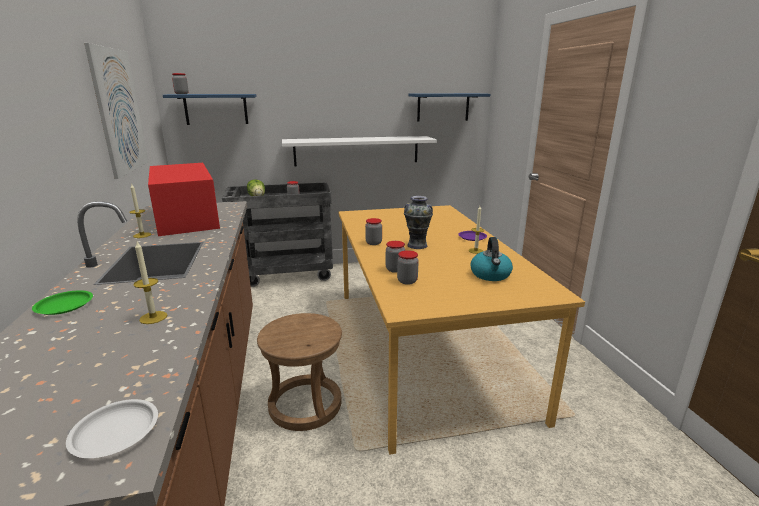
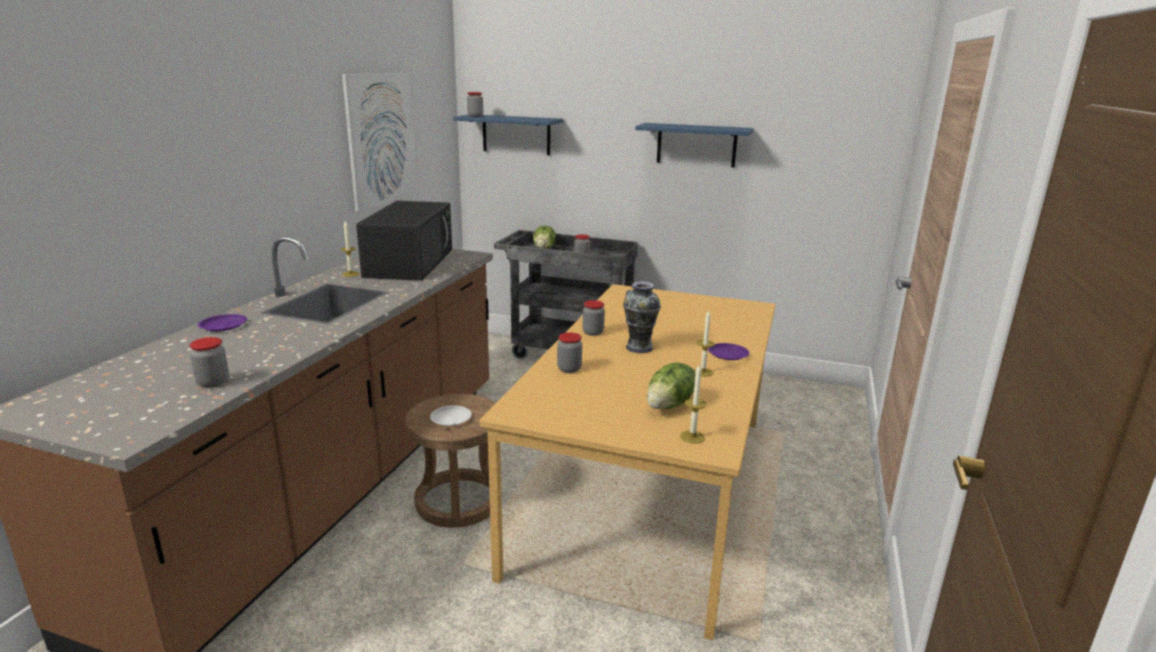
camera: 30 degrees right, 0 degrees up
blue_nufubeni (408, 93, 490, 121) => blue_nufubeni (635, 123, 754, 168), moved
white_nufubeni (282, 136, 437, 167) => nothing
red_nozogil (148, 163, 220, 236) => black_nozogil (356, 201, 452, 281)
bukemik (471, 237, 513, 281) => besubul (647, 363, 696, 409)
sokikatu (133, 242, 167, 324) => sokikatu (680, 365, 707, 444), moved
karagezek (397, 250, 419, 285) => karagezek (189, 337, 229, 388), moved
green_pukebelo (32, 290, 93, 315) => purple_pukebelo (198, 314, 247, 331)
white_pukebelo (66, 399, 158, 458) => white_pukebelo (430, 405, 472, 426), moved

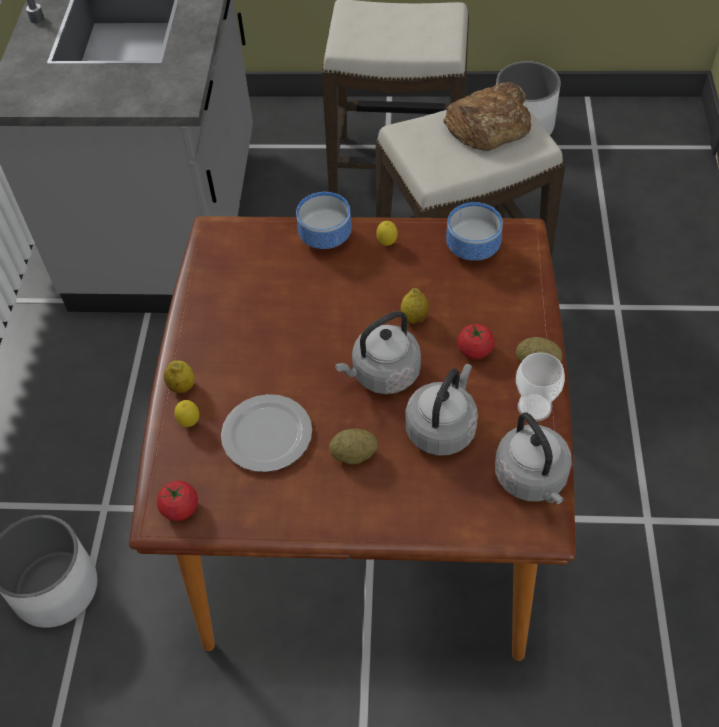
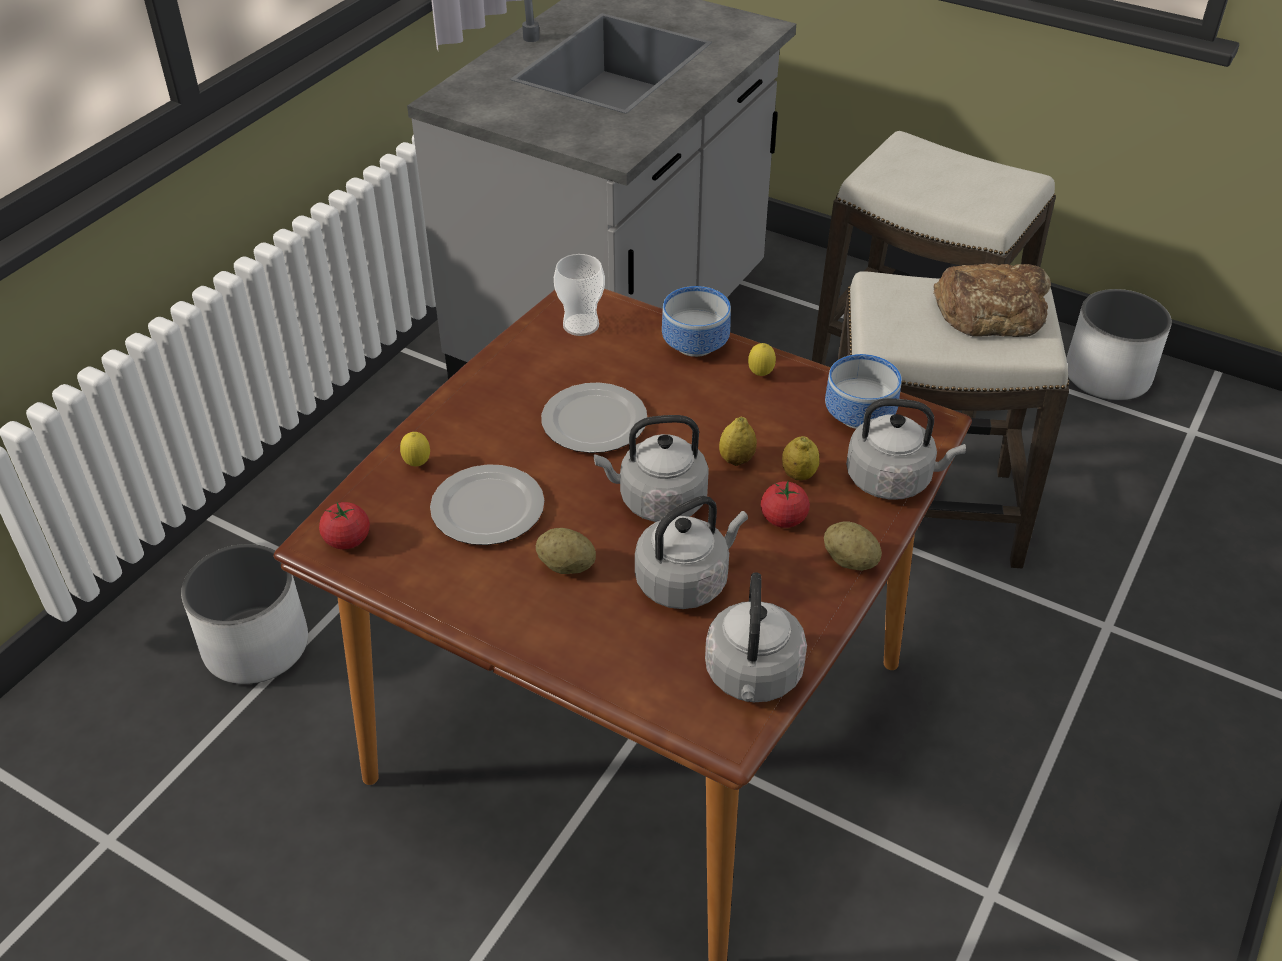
camera: 25 degrees right, 10 degrees down
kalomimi (516, 352, 565, 422) => kalomimi (554, 254, 605, 336), moved
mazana (164, 360, 195, 393) => mazana (782, 436, 819, 480), moved
nothing => pukebelo (541, 382, 647, 453)
nothing => grey_bukemik (846, 398, 966, 500)

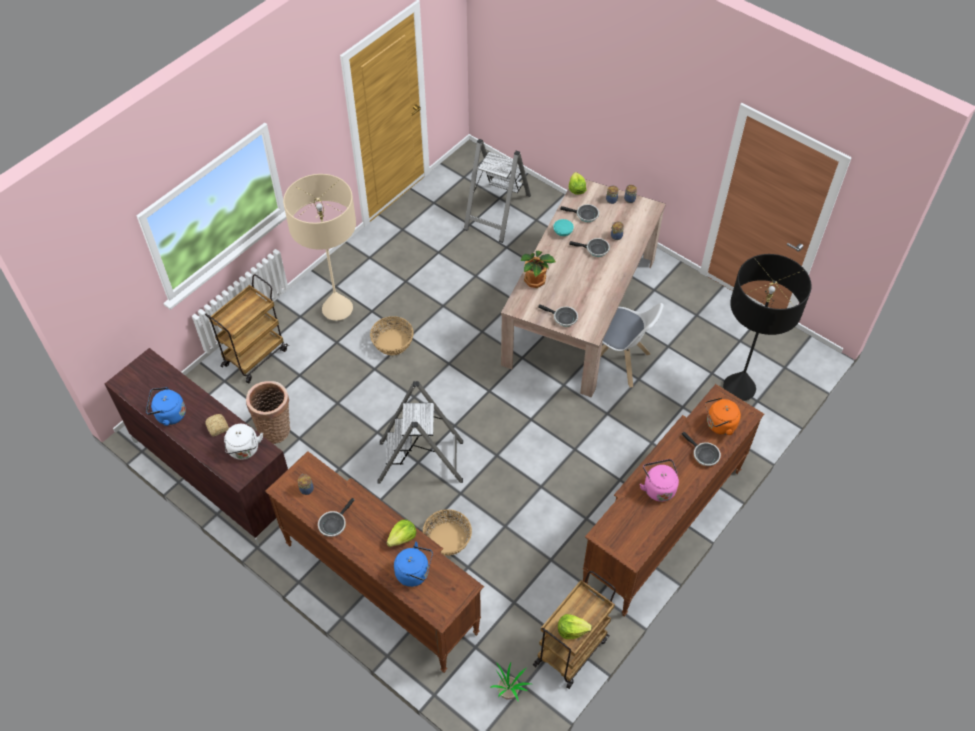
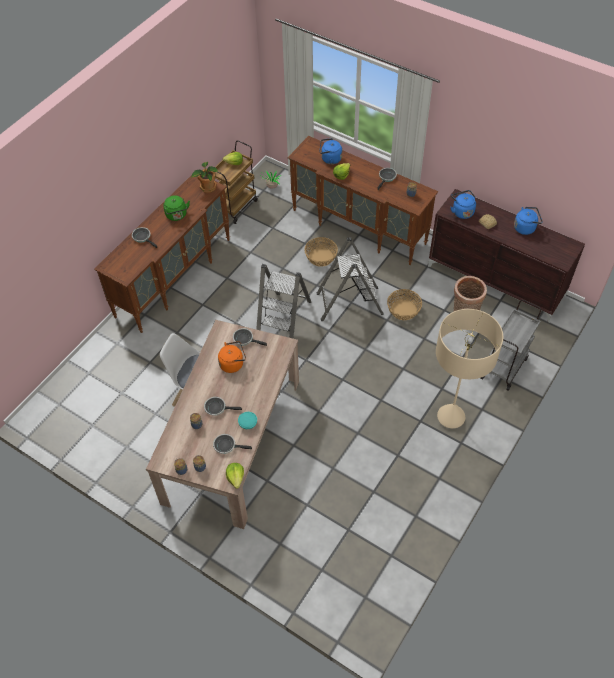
camera: 175 degrees right, 0 degrees up
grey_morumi (463, 139, 531, 243) => grey_morumi (256, 264, 312, 338), moved
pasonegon (521, 250, 556, 288) => pasonegon (191, 162, 218, 193), moved
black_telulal (723, 254, 811, 401) => nothing
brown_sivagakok (205, 274, 288, 383) => grey_sivagakok (481, 300, 541, 391)
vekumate (370, 316, 414, 355) => vekumate (387, 289, 422, 320), moved
orange_bukemik (705, 397, 741, 435) => orange_bukemik (218, 341, 246, 373), moved
white_bukemik (224, 424, 263, 460) => blue_bukemik (451, 190, 476, 219)
pink_bukemik (640, 459, 679, 502) => green_bukemik (163, 195, 190, 221)

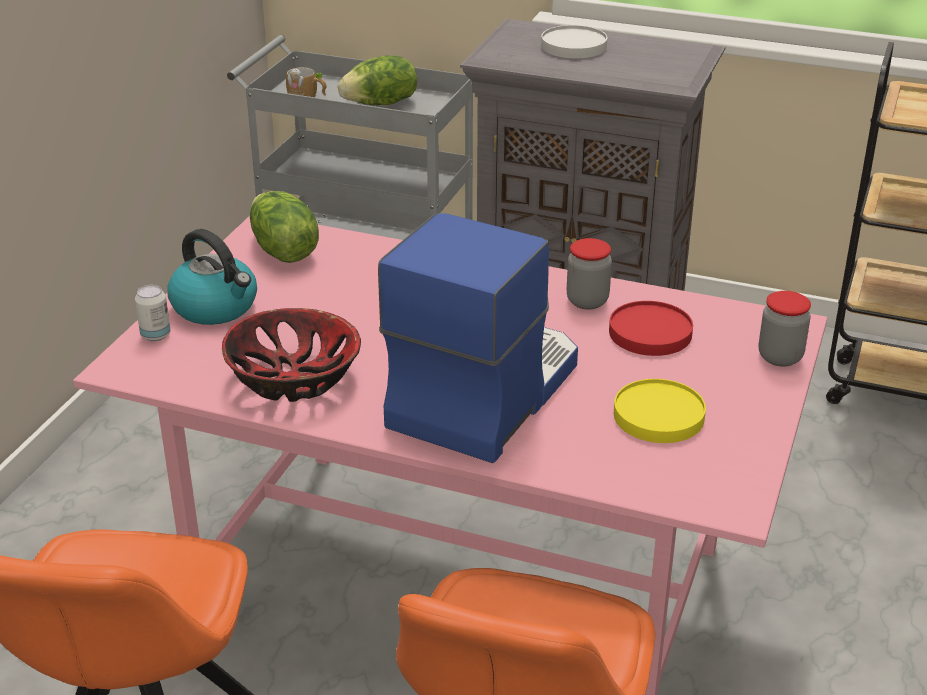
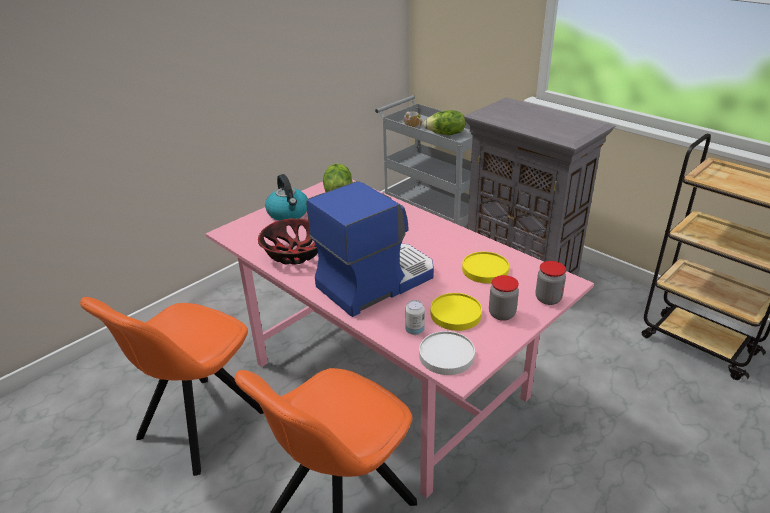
camera: 25 degrees right, 0 degrees up
white_pukebelo (541, 25, 607, 58) => white_pukebelo (419, 331, 475, 375), moved
karagezek (567, 238, 612, 310) => karagezek (489, 275, 519, 321), moved
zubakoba (135, 285, 171, 341) => zubakoba (405, 300, 425, 335), moved
red_pukebelo (609, 301, 693, 356) => yellow_pukebelo (462, 252, 509, 283)

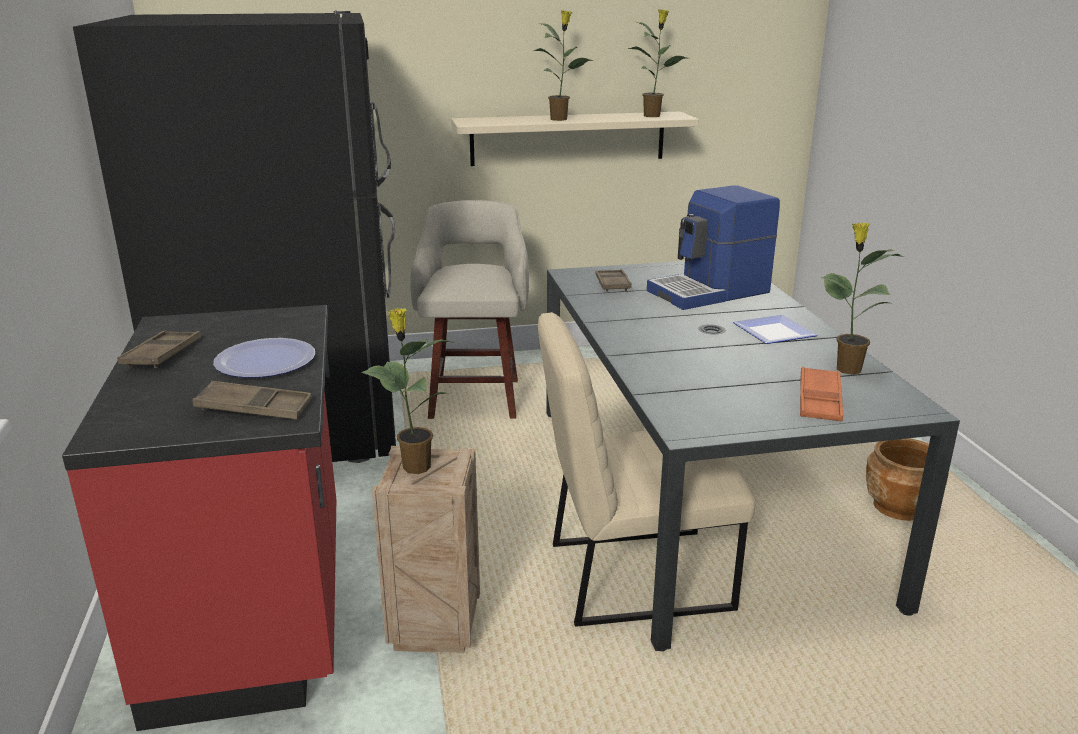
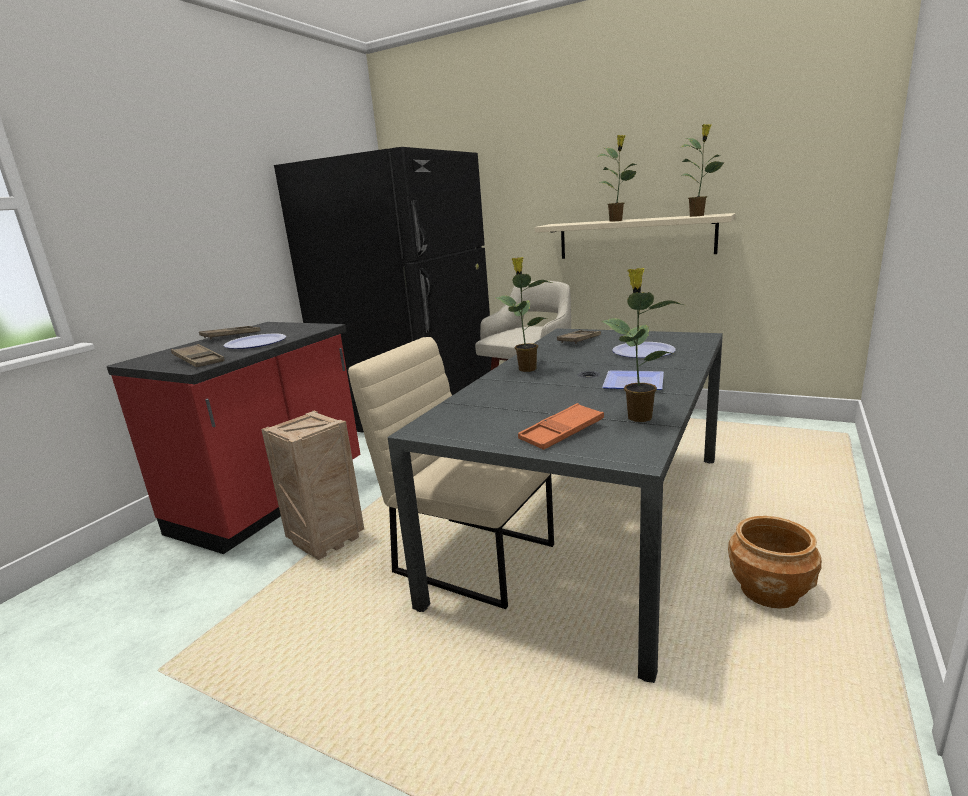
camera: 40 degrees right, 5 degrees down
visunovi (647, 185, 780, 310) => pukebelo (612, 342, 676, 358)
pasonegon (361, 308, 451, 474) => pasonegon (496, 257, 552, 372), moved

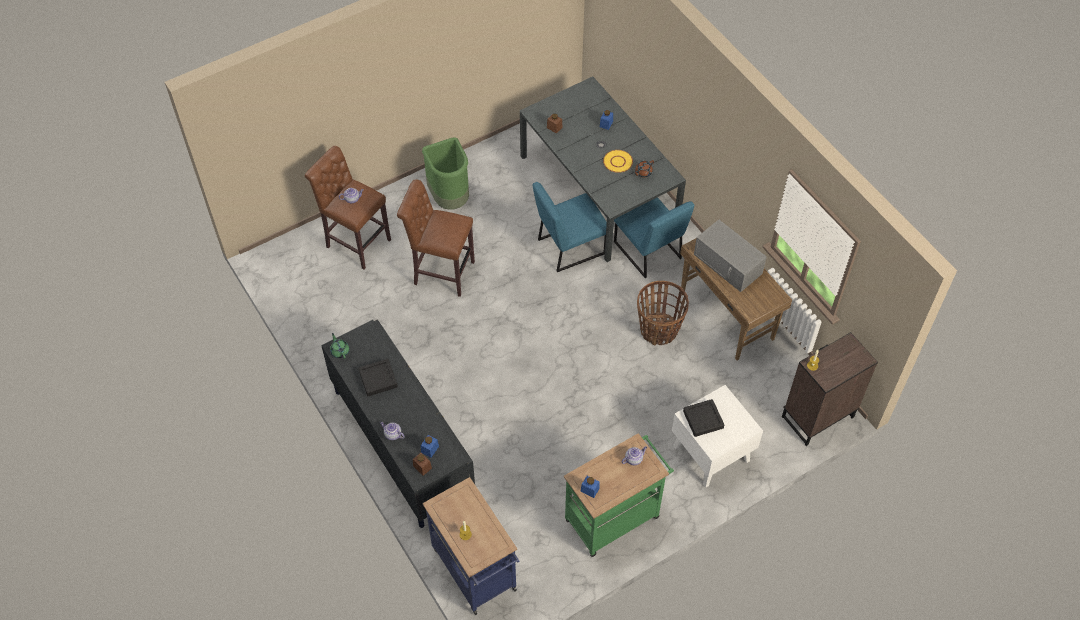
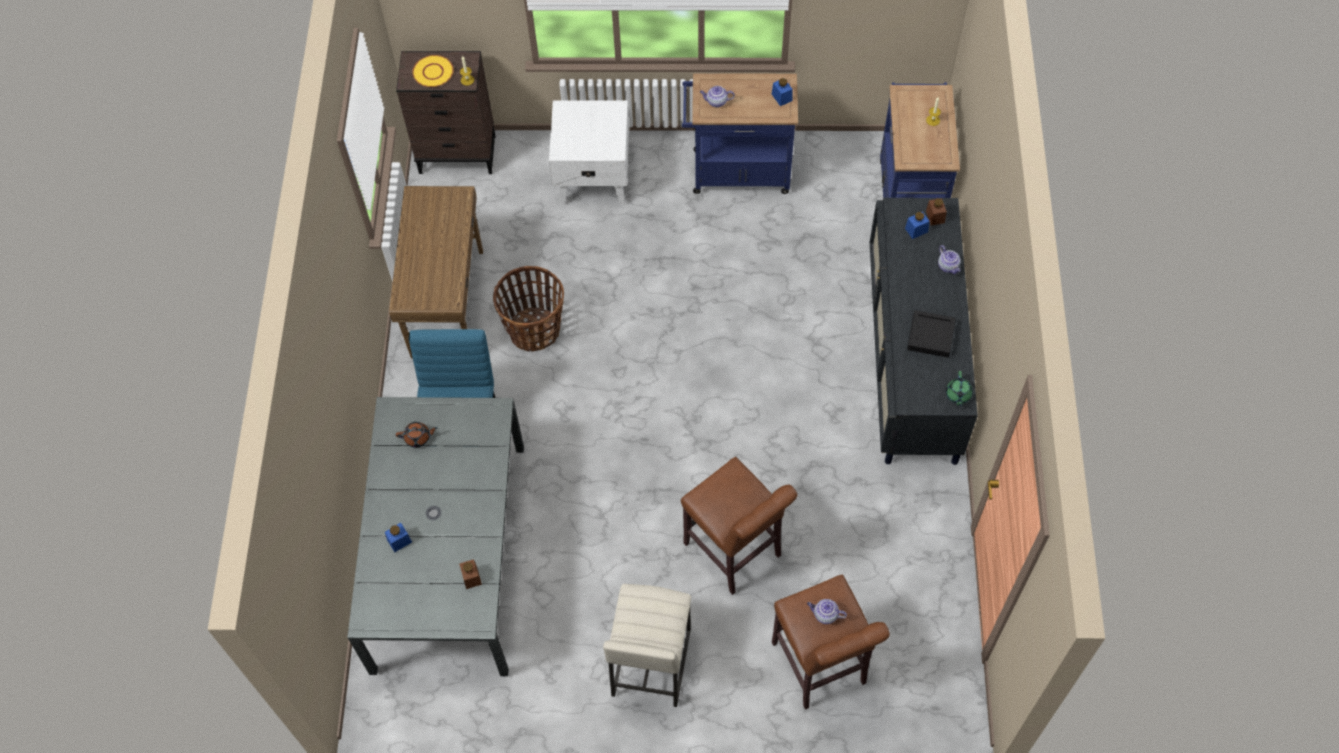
camera: 145 degrees left, 5 degrees up
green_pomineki (422, 137, 469, 210) => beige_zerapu (603, 584, 691, 707)
yellow_pukebelo (603, 150, 633, 173) => yellow_pukebelo (412, 55, 454, 87), moved
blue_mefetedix (533, 182, 607, 272) => nothing
grey_nozogil (694, 220, 767, 292) => nothing
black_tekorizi (683, 399, 724, 437) => nothing
green_sivagakok (564, 433, 674, 557) => blue_sivagakok (682, 74, 798, 194)

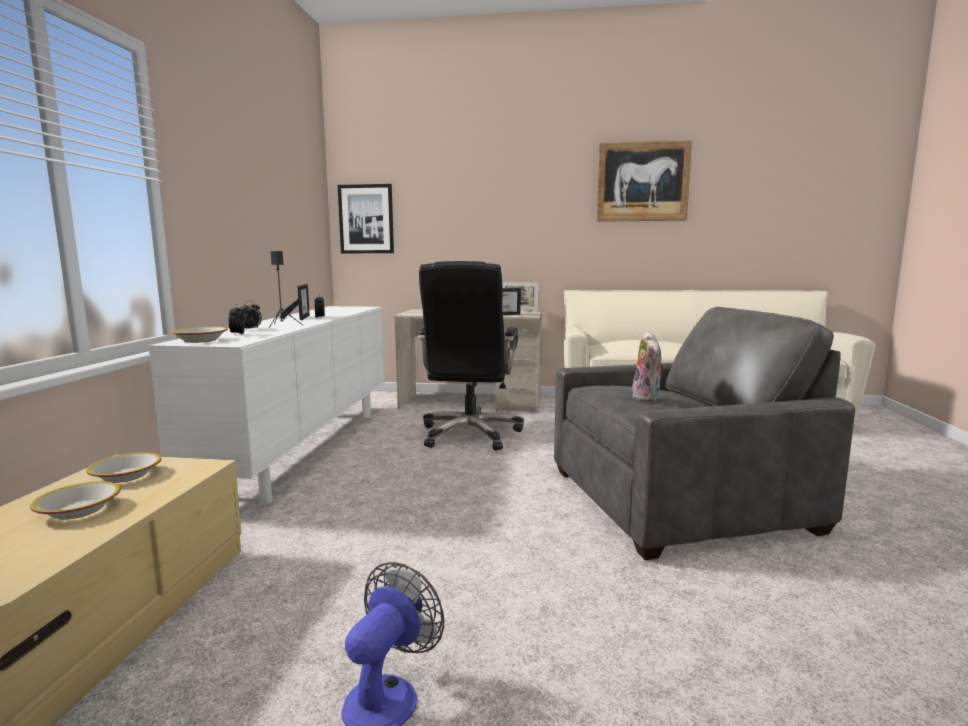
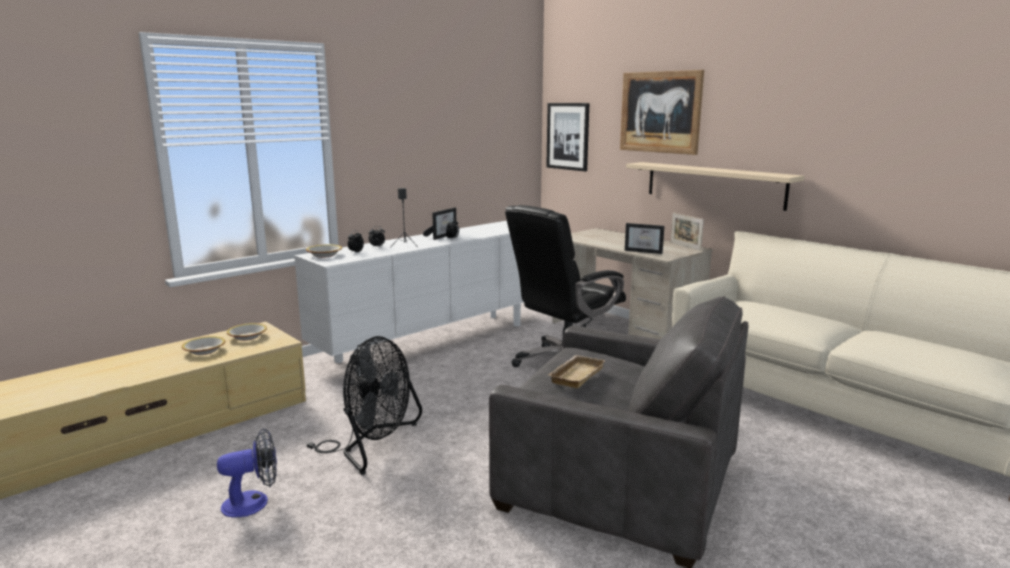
camera: 40 degrees right, 5 degrees up
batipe (596, 140, 692, 222) => batipe (620, 70, 704, 155), moved
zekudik (632, 331, 665, 402) => beige_tekorizi (549, 355, 606, 388)
nothing => beige_nufubeni (626, 162, 804, 211)
nothing => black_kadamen (307, 336, 422, 475)

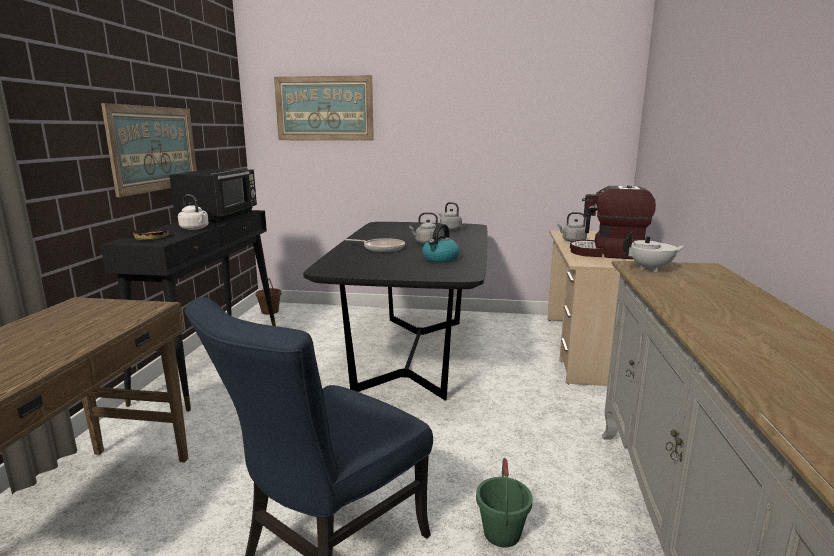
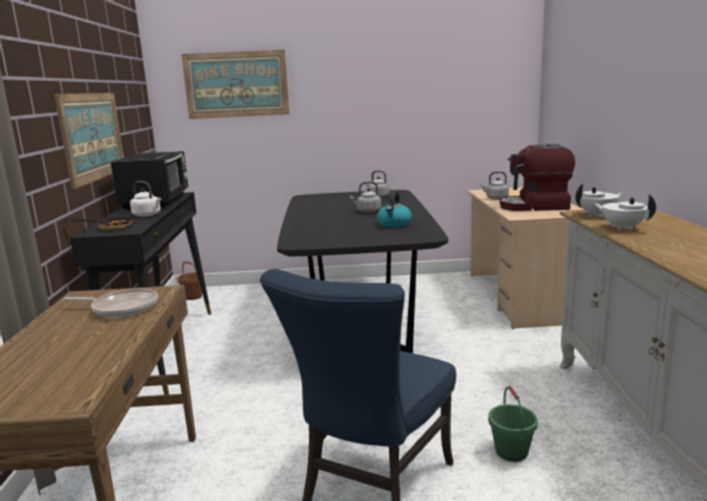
camera: 10 degrees left, 0 degrees up
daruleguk (345, 238, 405, 252) => daruleguk (63, 289, 158, 318), moved
nothing => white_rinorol (593, 194, 656, 230)

